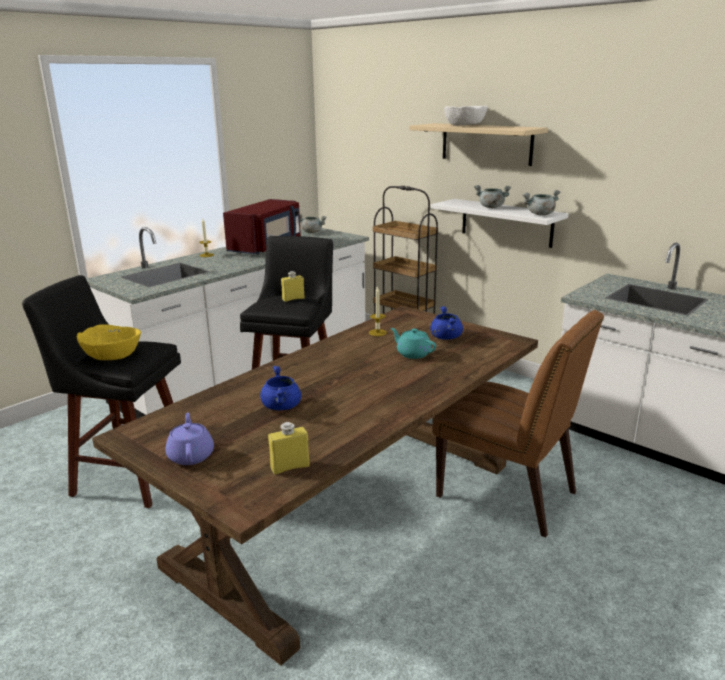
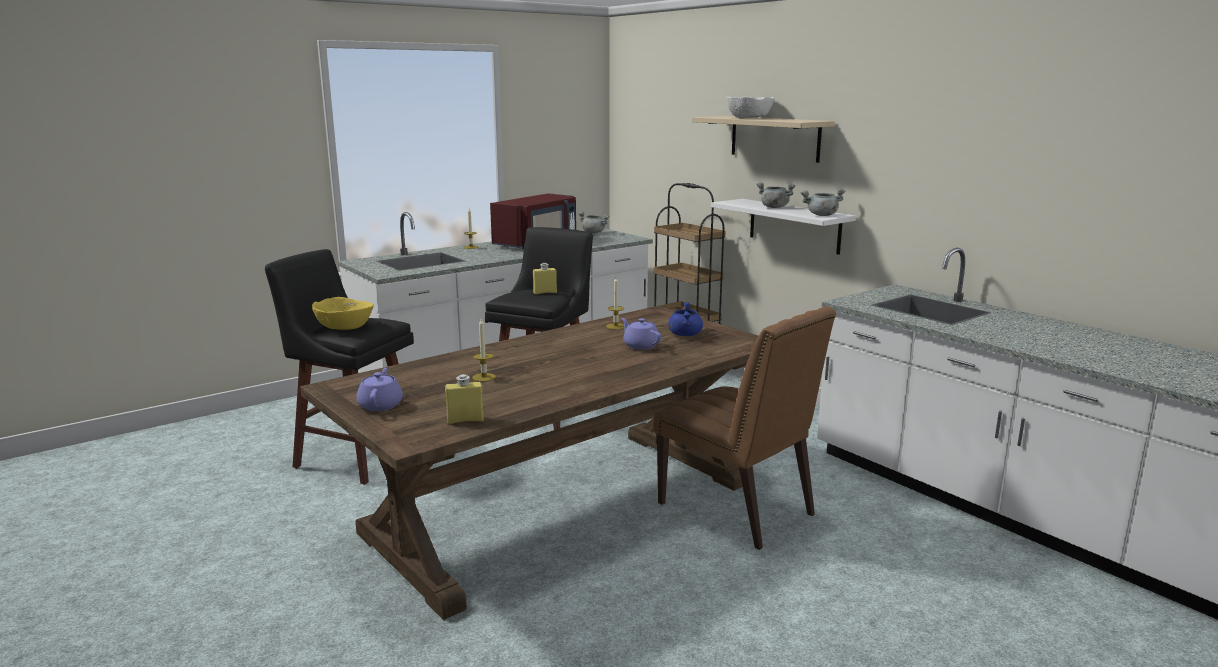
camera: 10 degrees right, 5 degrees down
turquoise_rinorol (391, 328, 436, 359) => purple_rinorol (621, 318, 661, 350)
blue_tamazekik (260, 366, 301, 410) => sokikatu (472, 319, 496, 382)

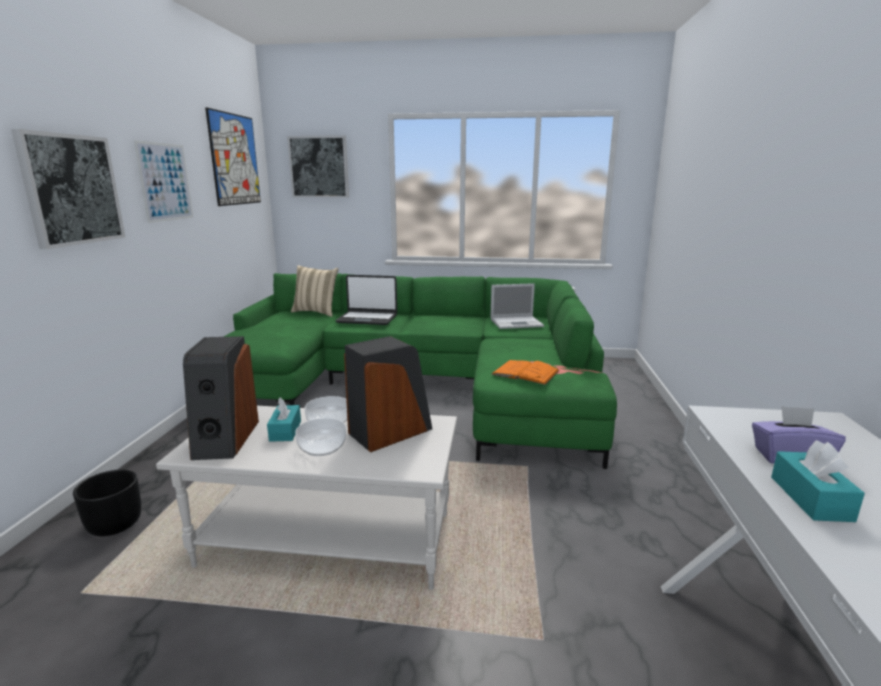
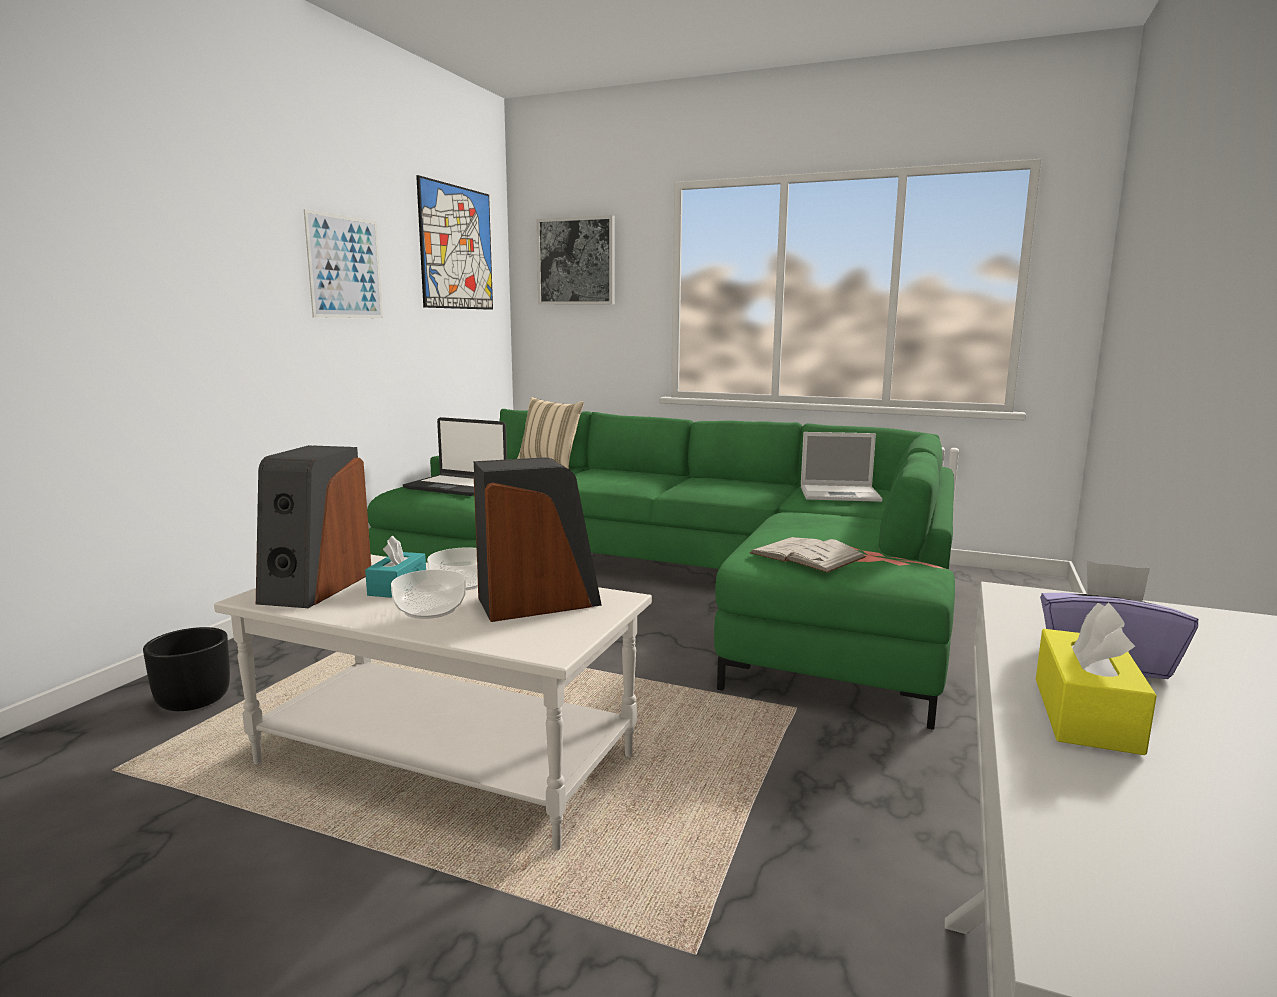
camera: 15 degrees right, 5 degrees down
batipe (11, 129, 125, 249) => nothing
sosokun (336, 275, 397, 325) => sosokun (403, 417, 507, 496), moved
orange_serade (491, 360, 560, 385) => white_serade (750, 537, 866, 573)
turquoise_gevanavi (771, 440, 865, 522) => yellow_gevanavi (1036, 602, 1157, 755)

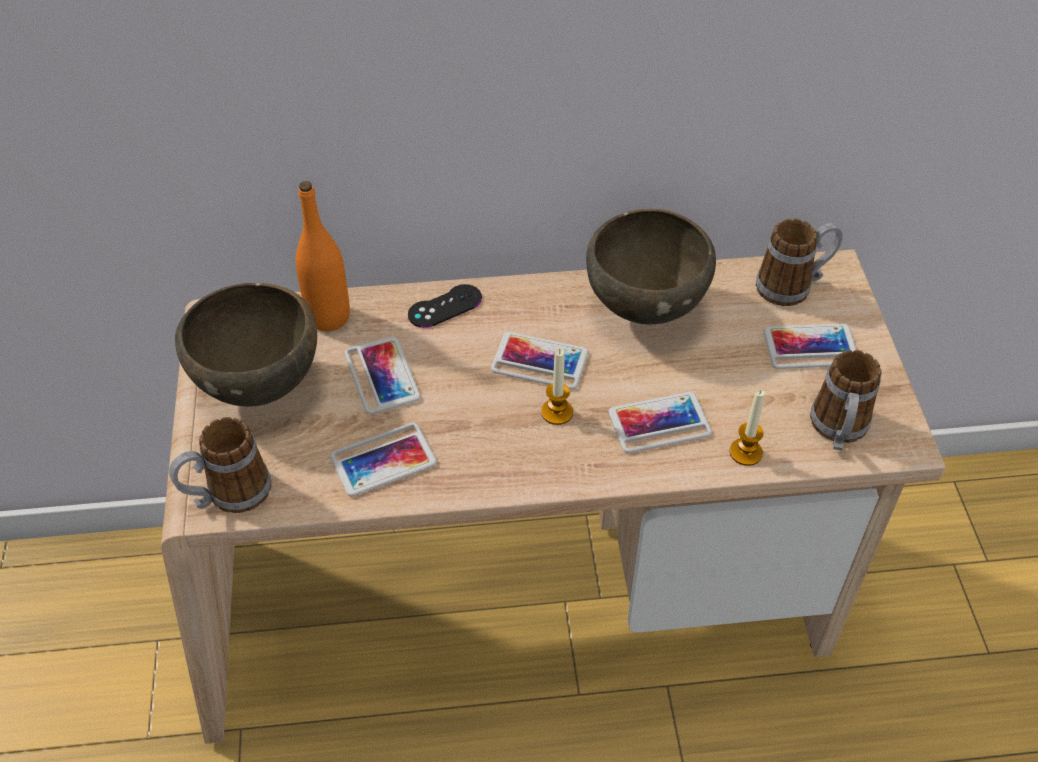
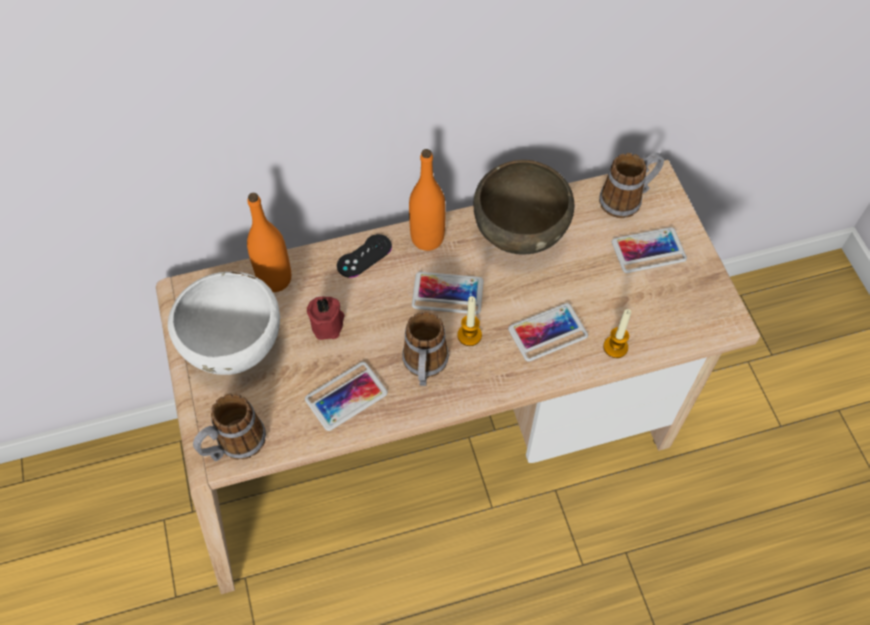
camera: 10 degrees left, 10 degrees up
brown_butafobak (175, 283, 317, 406) => white_butafobak (168, 272, 280, 375)
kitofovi (344, 337, 421, 414) => red_sokikatu (307, 297, 345, 340)
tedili (810, 350, 881, 450) => tedili (402, 312, 449, 386), moved
nothing => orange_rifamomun (409, 149, 446, 251)

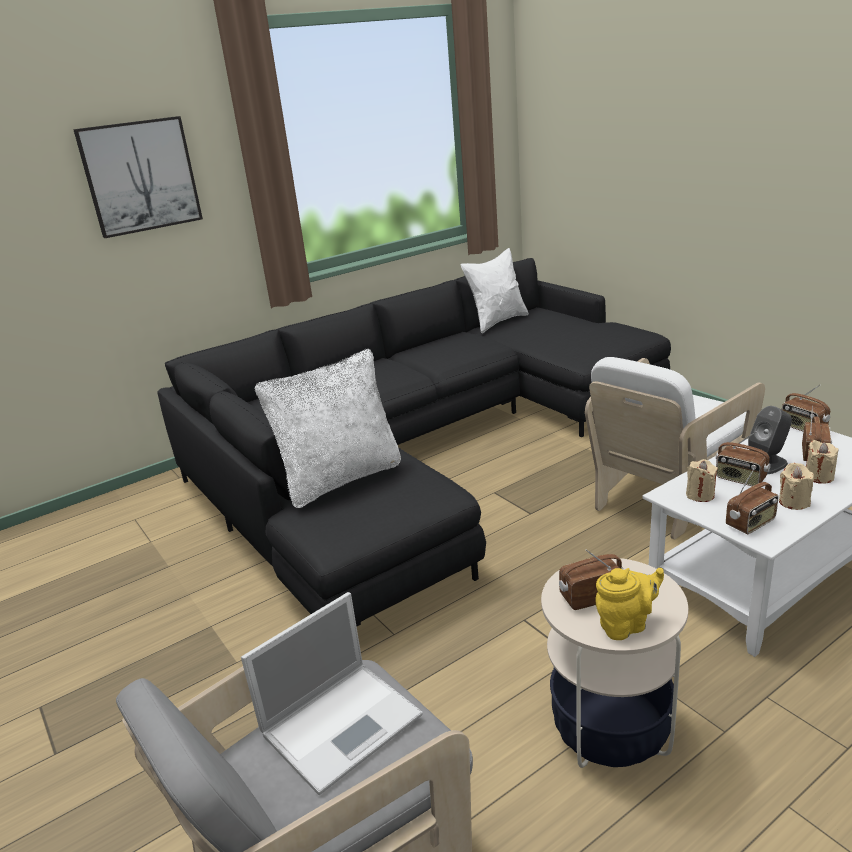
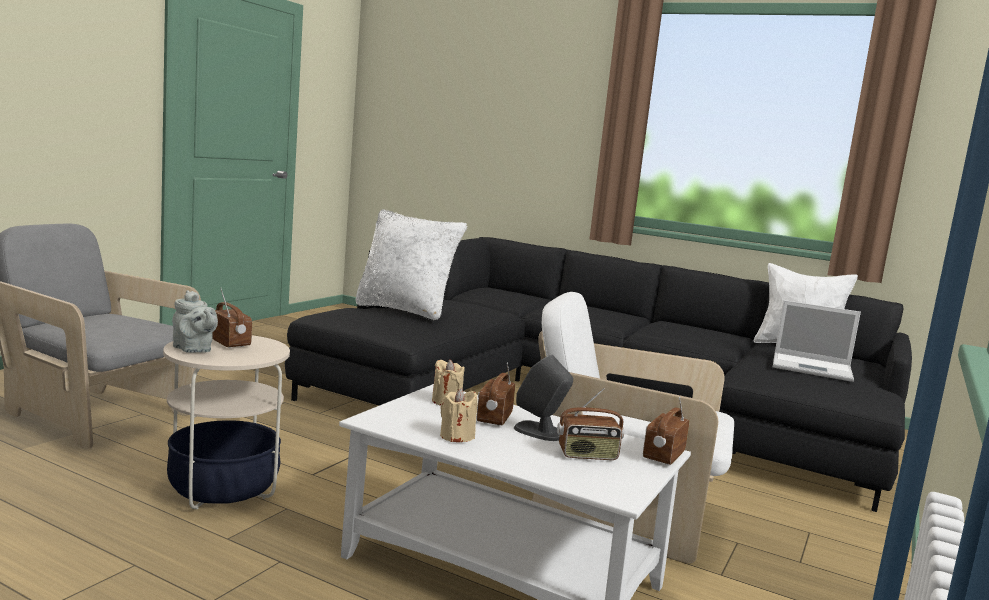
camera: 60 degrees right, 15 degrees down
batipe (73, 116, 203, 238) => nothing
beige_sokikatu (806, 440, 839, 484) => nothing
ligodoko (726, 468, 778, 534) => nothing
yellow_rinorol (595, 568, 664, 640) => grey_rinorol (172, 290, 218, 353)
sosokun (241, 592, 423, 795) => sosokun (773, 300, 861, 382), moved

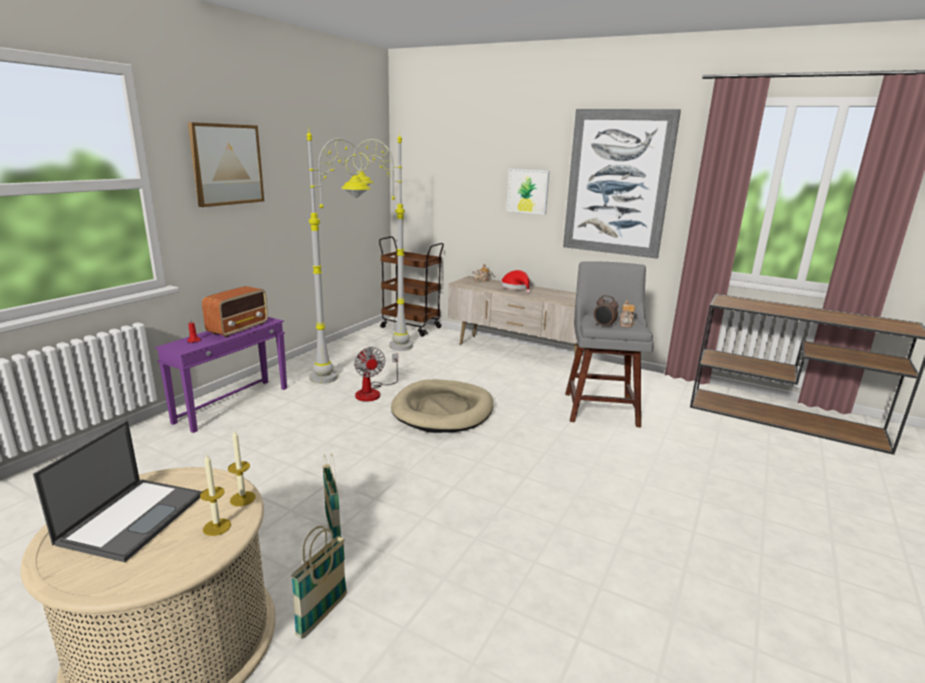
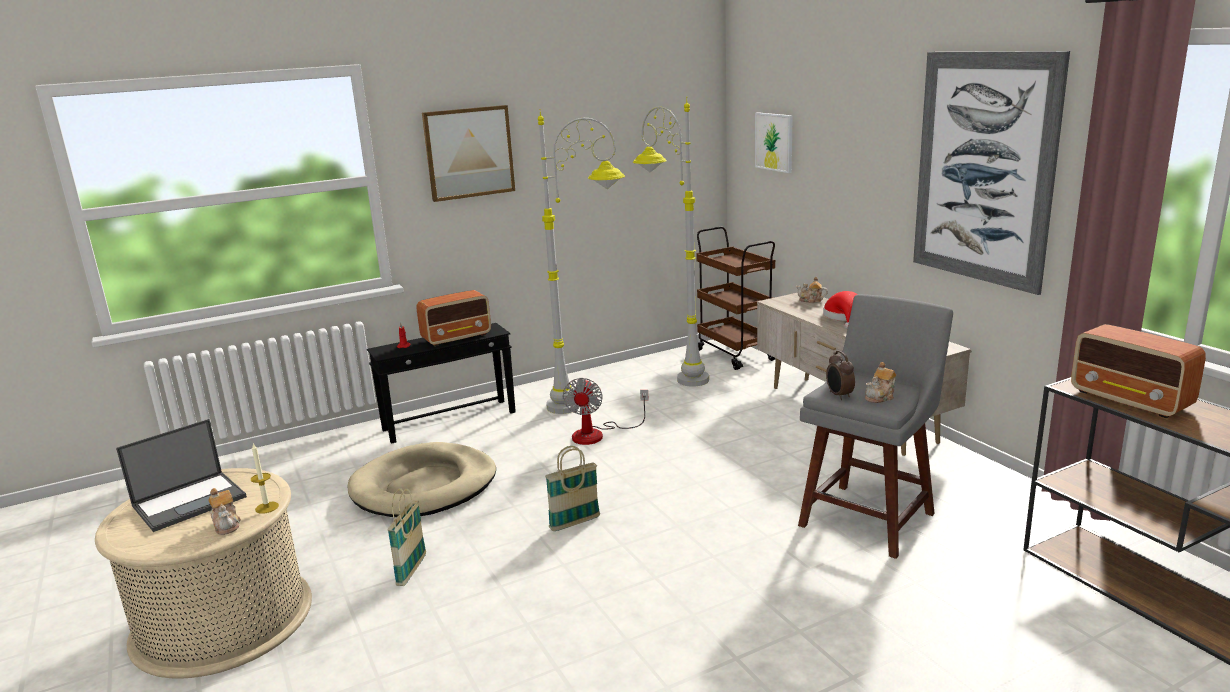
camera: 35 degrees right, 0 degrees up
batipe (507, 169, 549, 215) => batipe (755, 112, 793, 173), moved
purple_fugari (155, 317, 287, 433) => black_fugari (367, 323, 516, 444)
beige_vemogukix (391, 379, 493, 433) => beige_vemogukix (348, 442, 496, 517), moved
sokikatu (200, 453, 231, 536) => rinorol (208, 488, 241, 535)
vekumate (291, 526, 347, 639) => vekumate (545, 446, 600, 531), moved
nothing => ligodoko (1071, 324, 1206, 418)

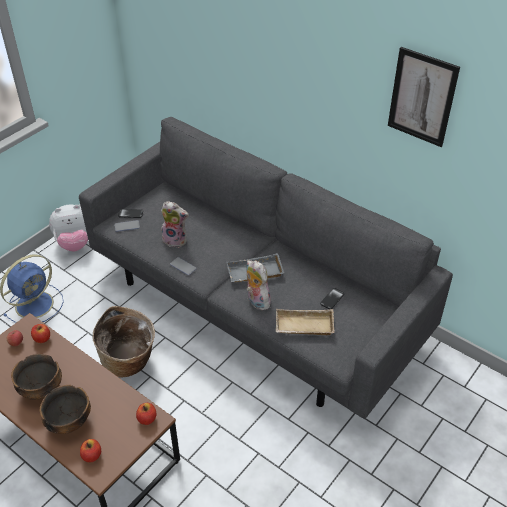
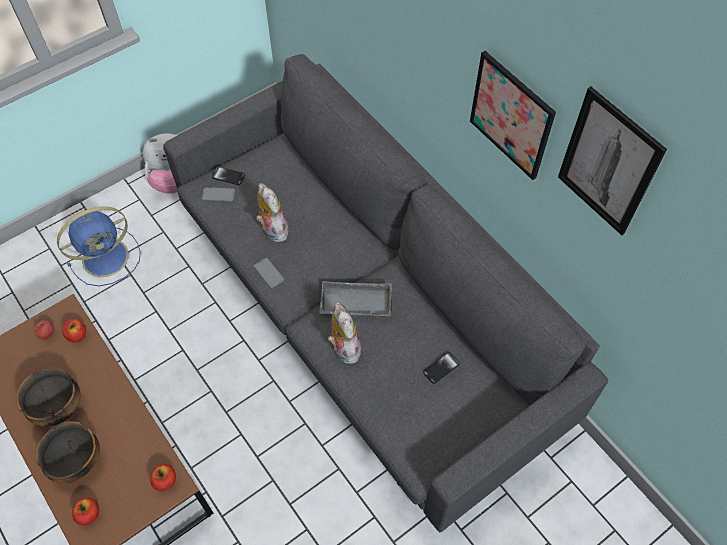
camera: 15 degrees right, 15 degrees up
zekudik (161, 201, 189, 248) => zekudik (256, 183, 290, 242), 150 degrees counterclockwise
vekumate (92, 306, 155, 378) => nothing
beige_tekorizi (276, 309, 334, 335) => nothing
nothing => batipe (470, 51, 556, 180)

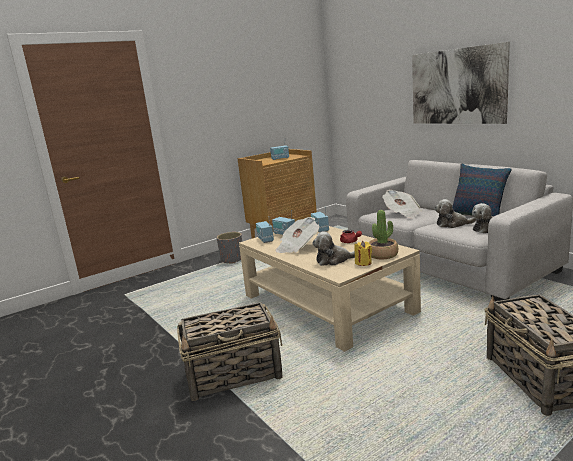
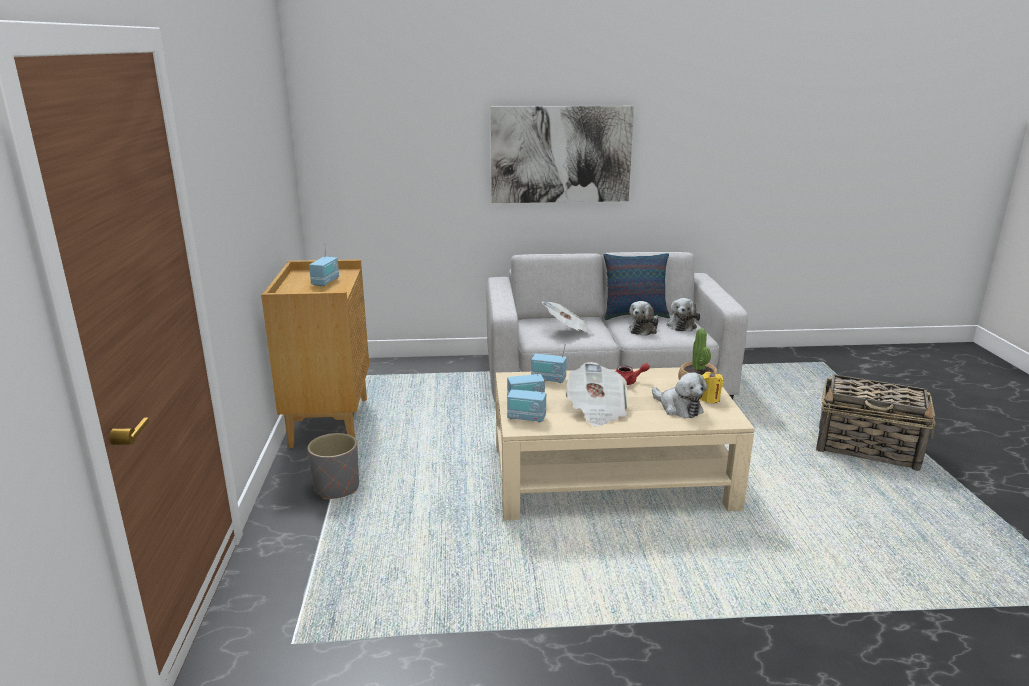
camera: 60 degrees left, 5 degrees up
zekudik (312, 231, 355, 266) => zekudik (652, 372, 707, 418), 60 degrees counterclockwise
vekumate (177, 302, 283, 401) => nothing

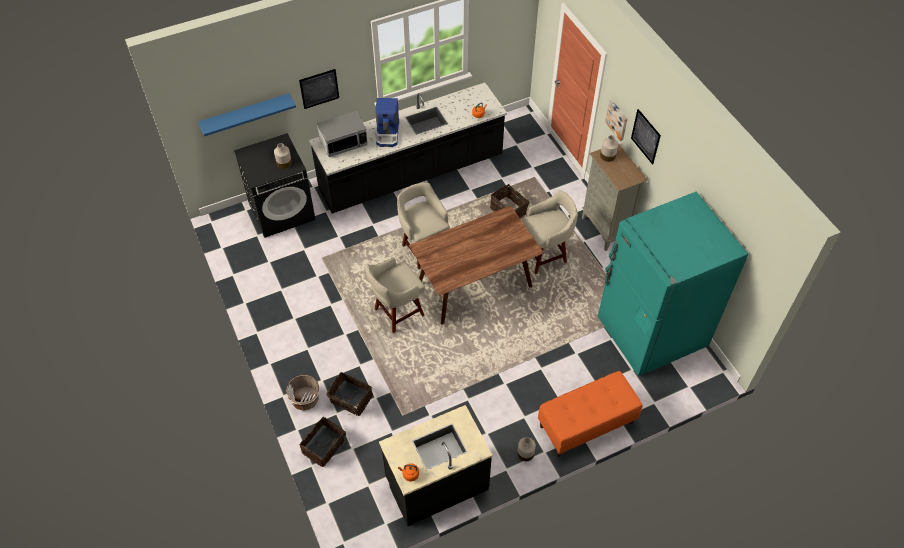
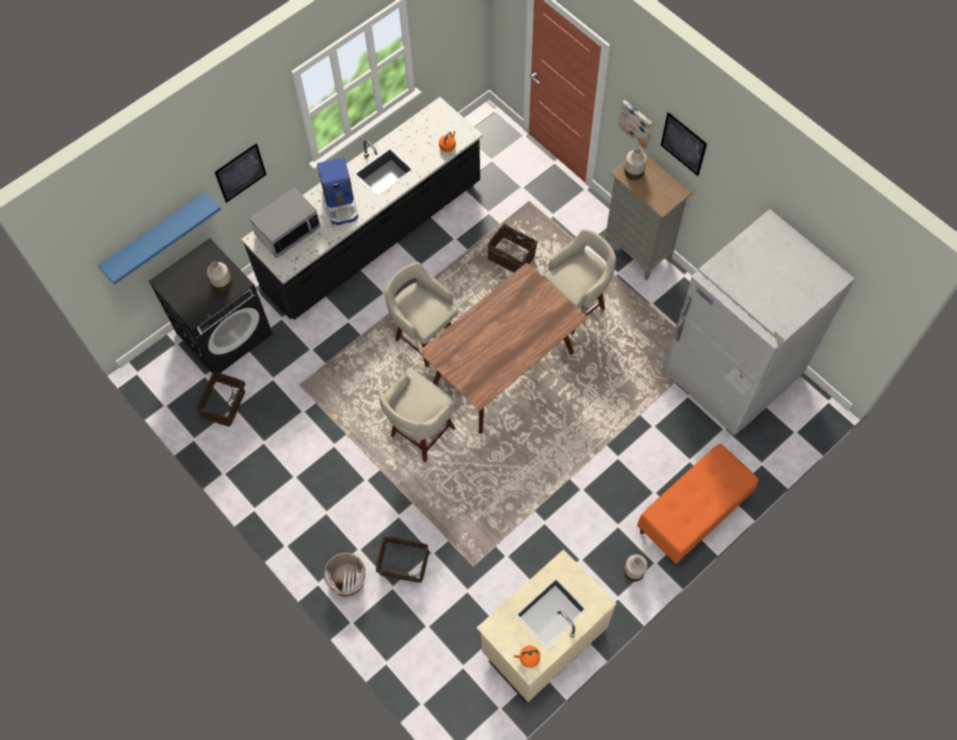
camera: 15 degrees left, 10 degrees up
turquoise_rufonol (598, 192, 748, 376) => white_rufonol (664, 209, 855, 435)
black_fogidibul (379, 405, 493, 526) => beige_fogidibul (477, 549, 616, 704)
vekumate (300, 417, 346, 467) => vekumate (197, 371, 245, 427), moved

